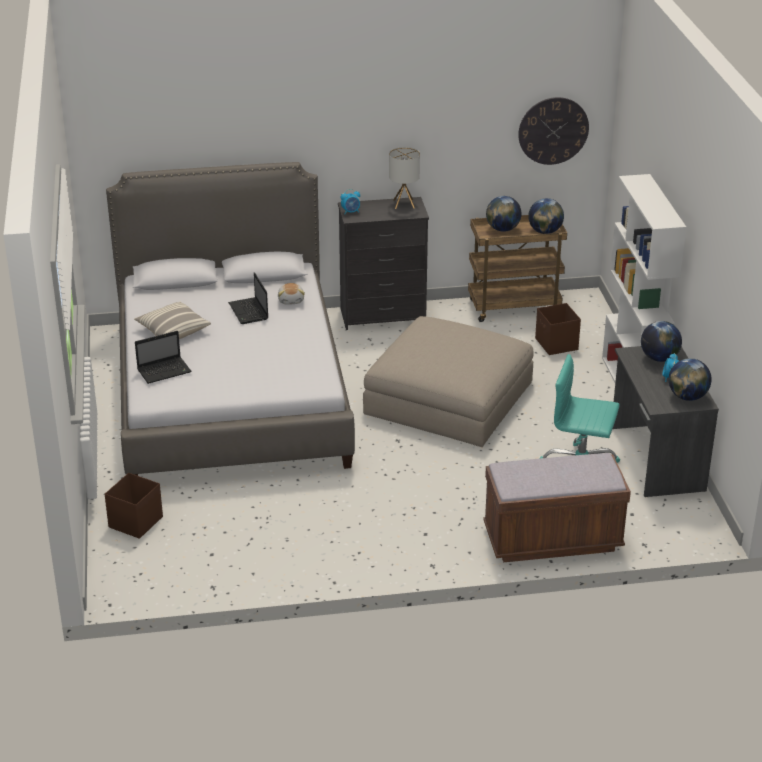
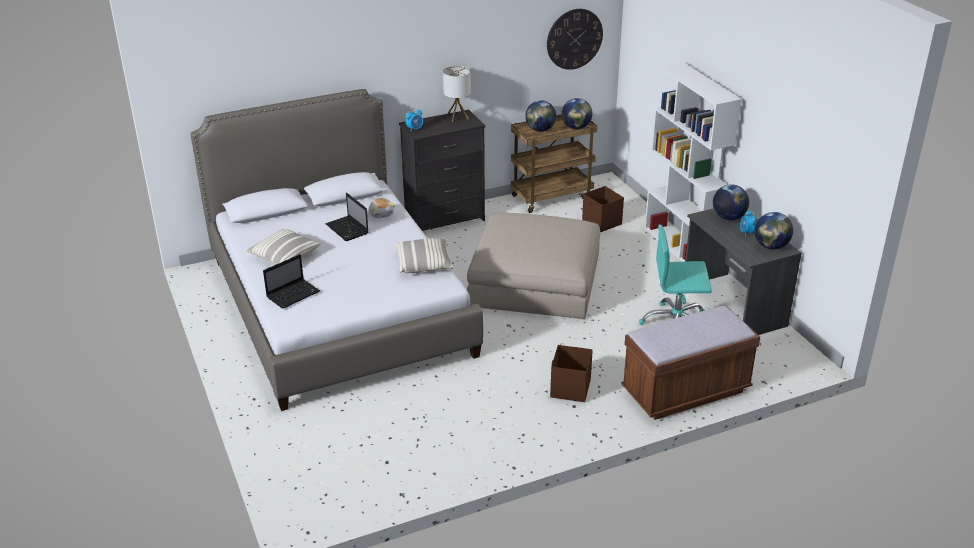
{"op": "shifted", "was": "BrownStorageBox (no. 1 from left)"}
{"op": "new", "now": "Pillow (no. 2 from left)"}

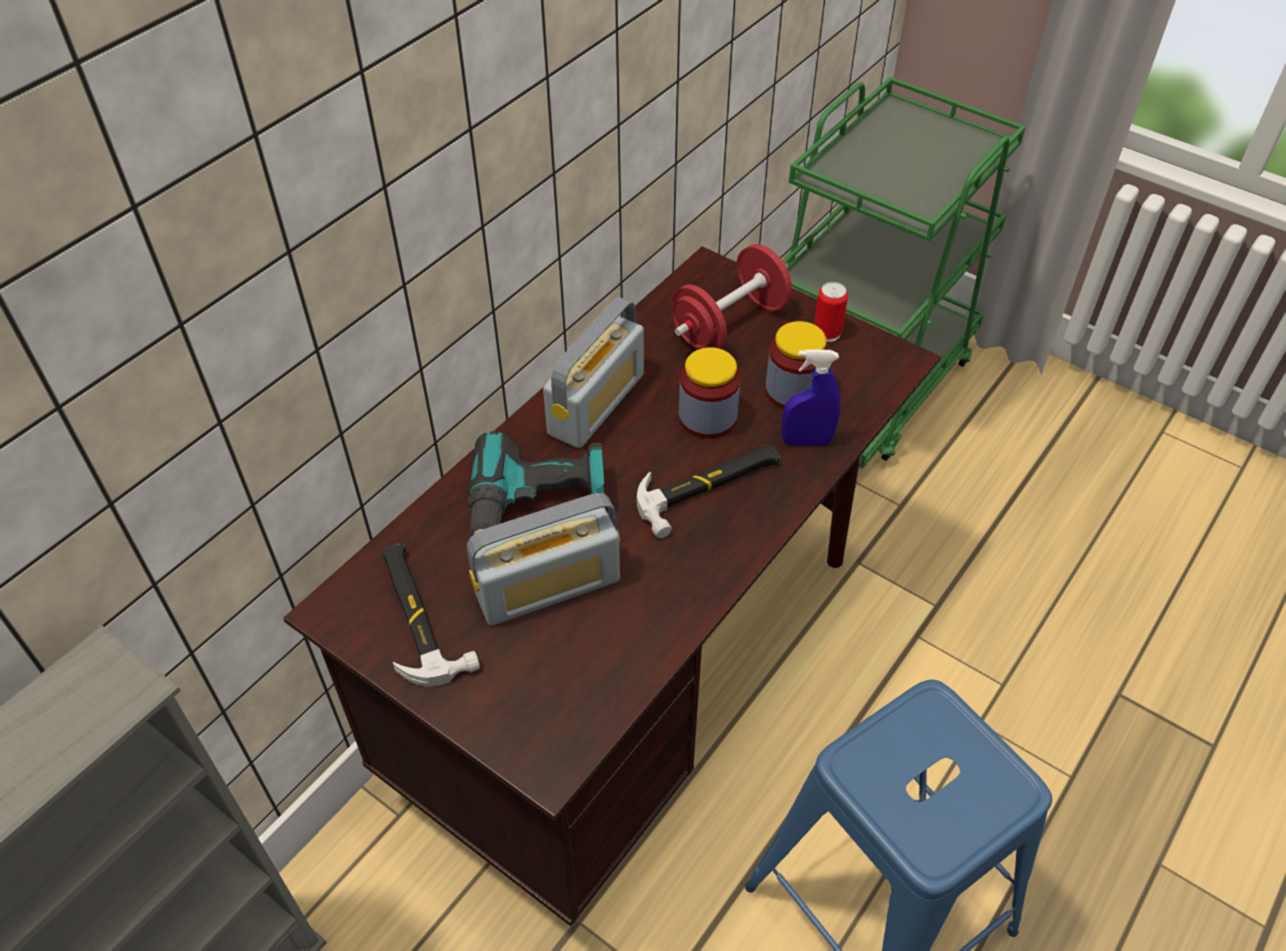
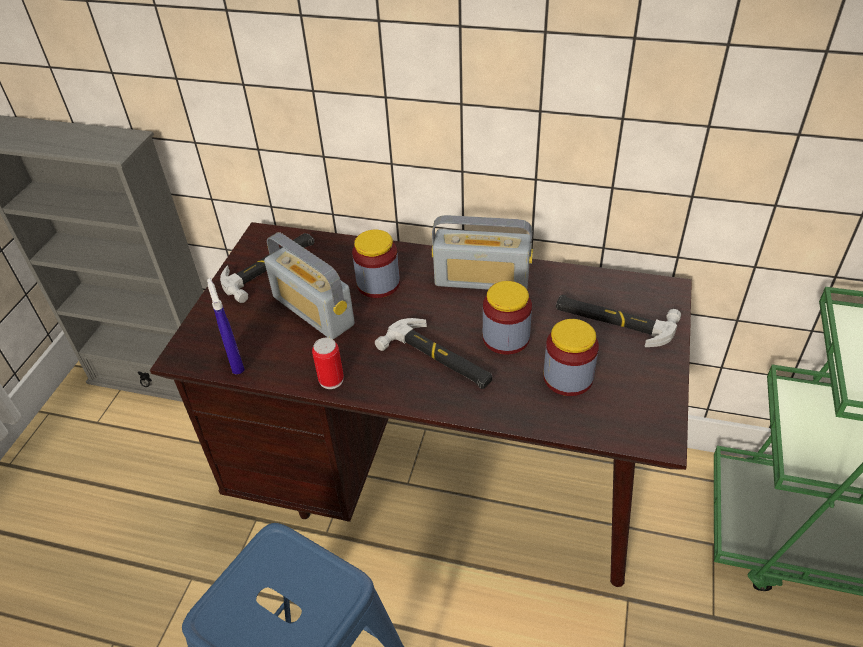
{"op": "swapped", "was": "RedDumbbell", "now": "Hammer (no. 3 from left)"}
{"op": "shifted", "was": "Can"}
{"op": "shifted", "was": "BlueSprayBottle"}
{"op": "swapped", "was": "PowerDrill", "now": "Jar (no. 1 from left)"}

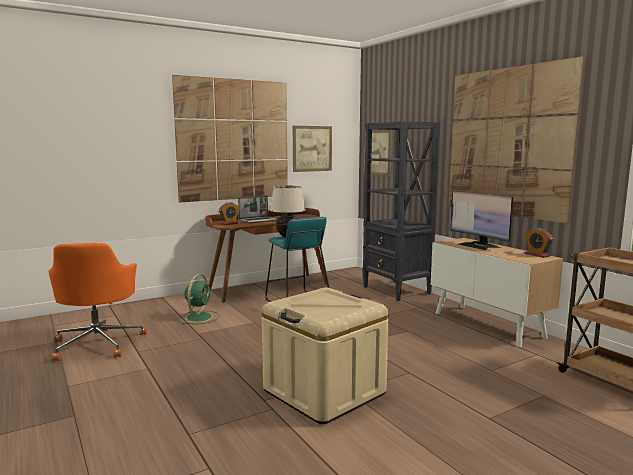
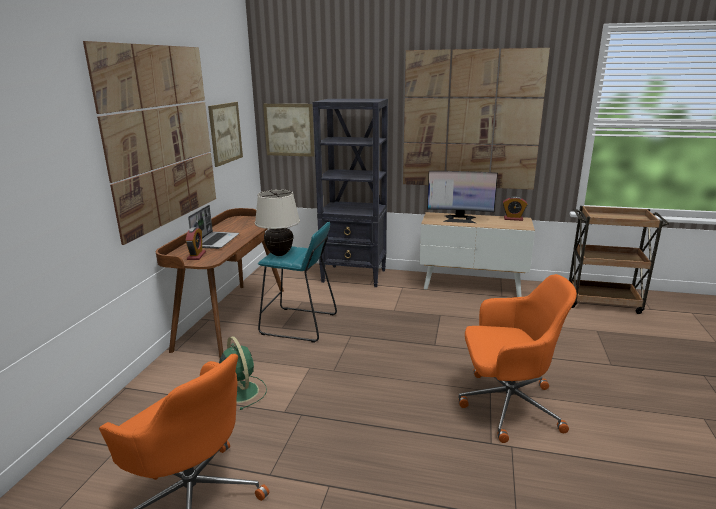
{"op": "swapped", "was": "BeigeStorageBox", "now": "OrangeOfficeChair (no. 2 from left)"}

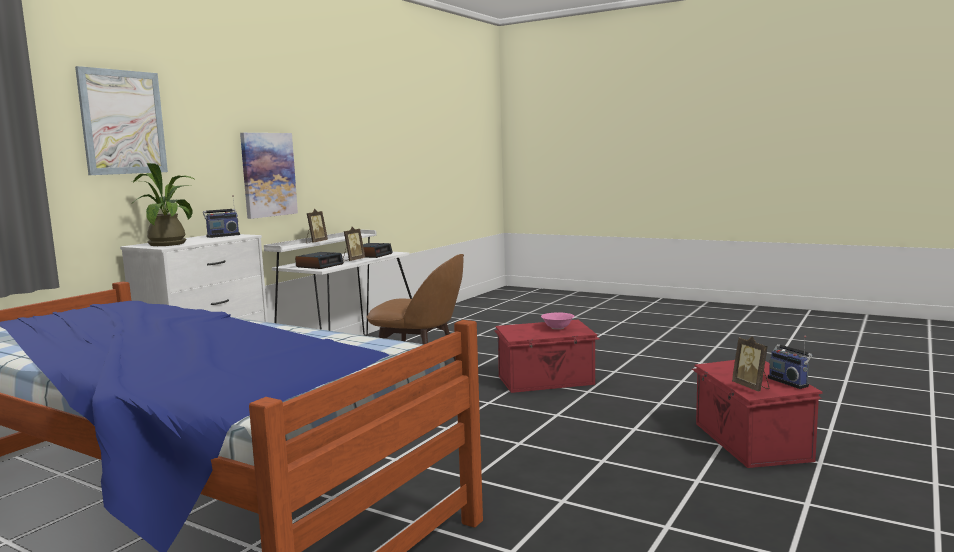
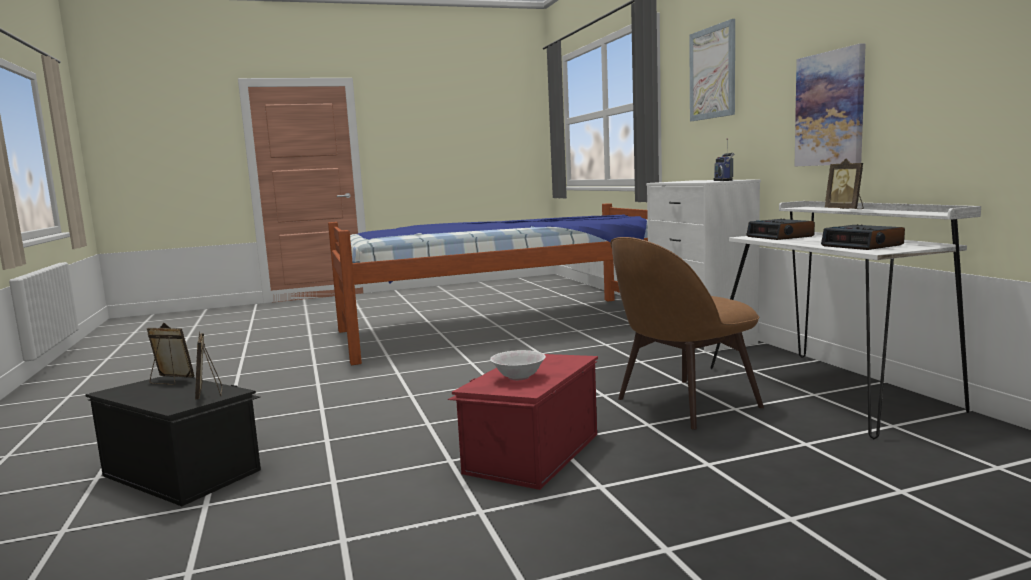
{"op": "gone", "was": "PottedPlant"}
{"op": "shifted", "was": "PictureFrame (no. 2 from left)"}
{"op": "repainted", "was": "PinkBowl", "now": "WhiteBowl"}
{"op": "gone", "was": "Radio (no. 2 from left)"}
{"op": "repainted", "was": "RedStorageBox (no. 2 from left)", "now": "BlackStorageBox"}

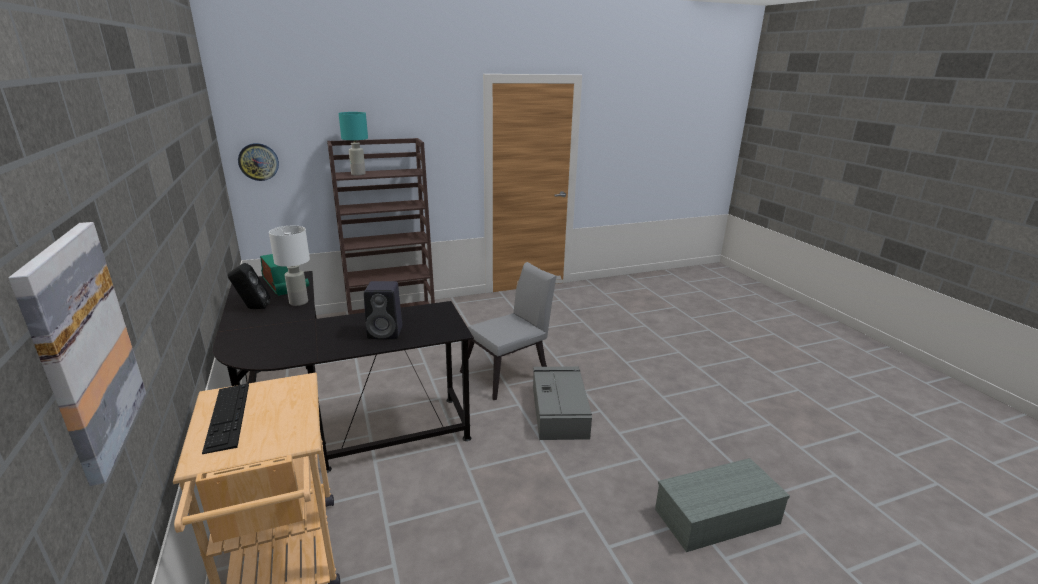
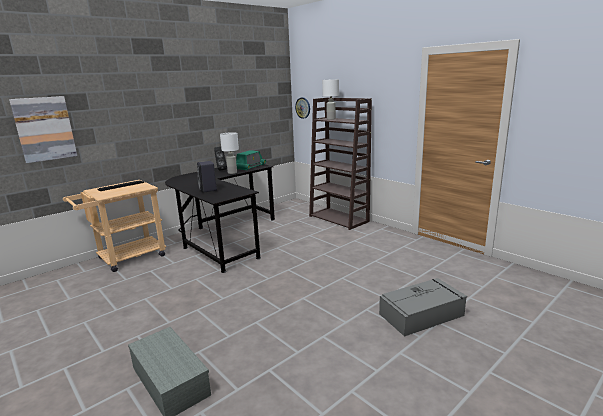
{"op": "repainted", "was": "TurquoiseTableLamp", "now": "WhiteTableLamp (no. 2 from left)"}
{"op": "gone", "was": "GreyChair"}
{"op": "shifted", "was": "GreyStorageBox (no. 1 from left in the first image)", "now": "GreyStorageBox (no. 2 from left)"}

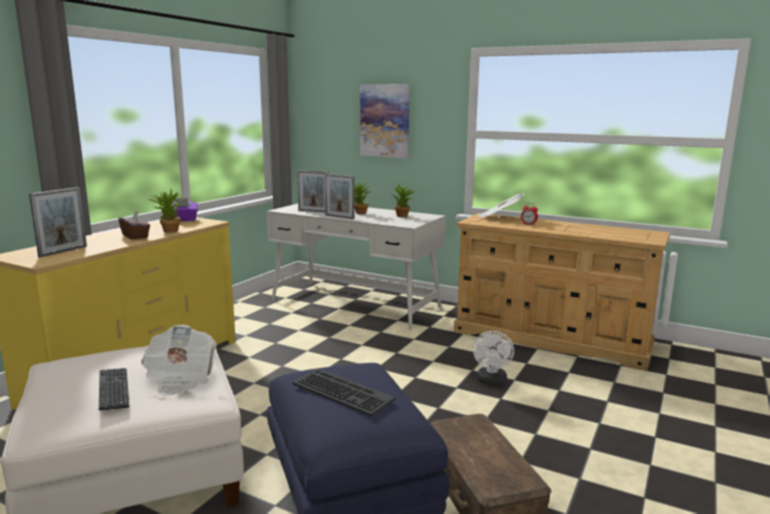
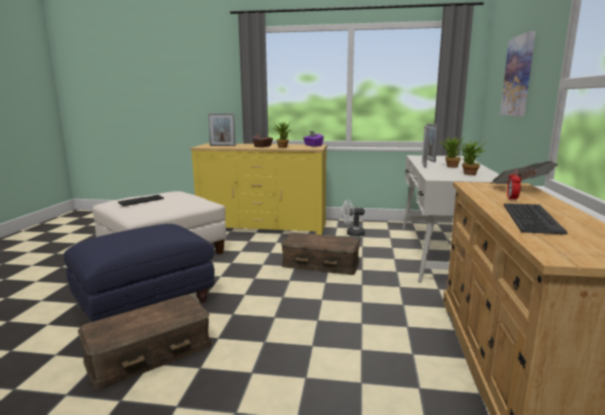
{"op": "gone", "was": "Newspaper (no. 1 from left)"}
{"op": "shifted", "was": "WhiteFan"}
{"op": "shifted", "was": "Keyboard (no. 2 from left)"}
{"op": "new", "now": "BrownStorageBox (no. 2 from left)"}

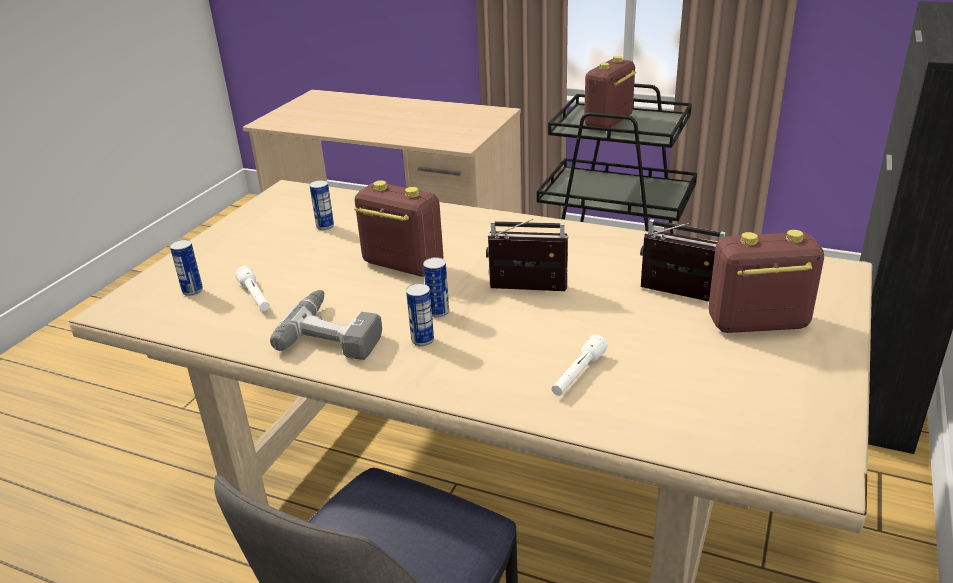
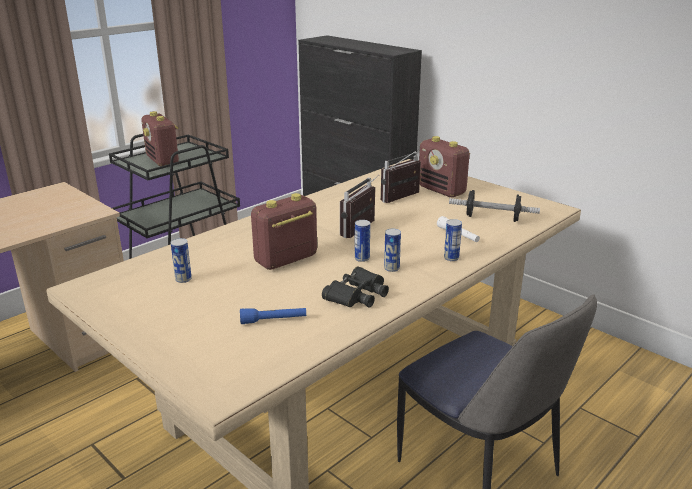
{"op": "rotated", "was": "Radio (no. 5 from left)", "clockwise": -60}
{"op": "shifted", "was": "Can (no. 1 from left in the first image)", "now": "Can (no. 4 from left)"}
{"op": "repainted", "was": "WhiteFlashlight (no. 1 from left)", "now": "BlueFlashlight"}
{"op": "swapped", "was": "PowerDrill", "now": "BlackBinoculars"}
{"op": "new", "now": "Dumbbell"}

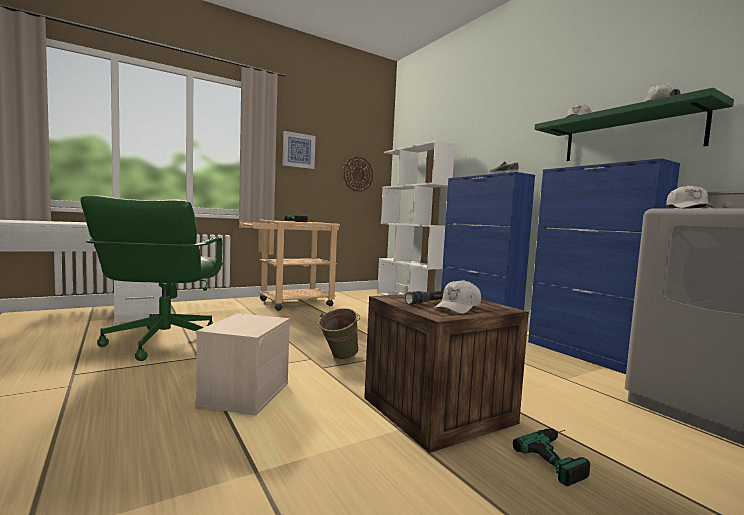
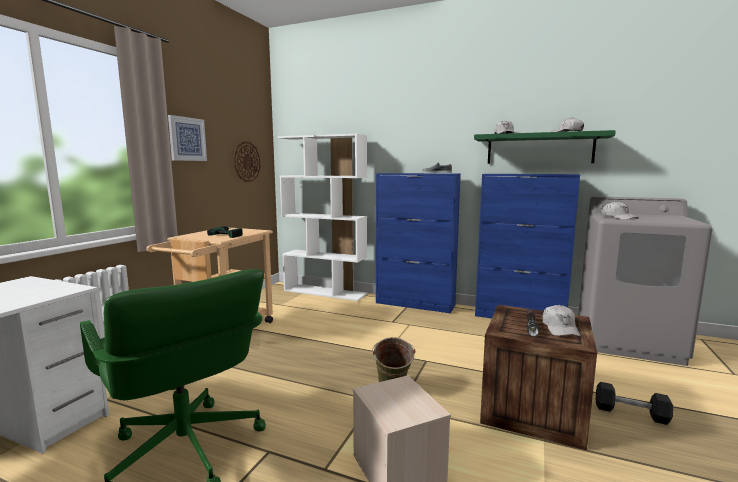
{"op": "swapped", "was": "PowerDrill (no. 2 from left)", "now": "BlackDumbbell"}

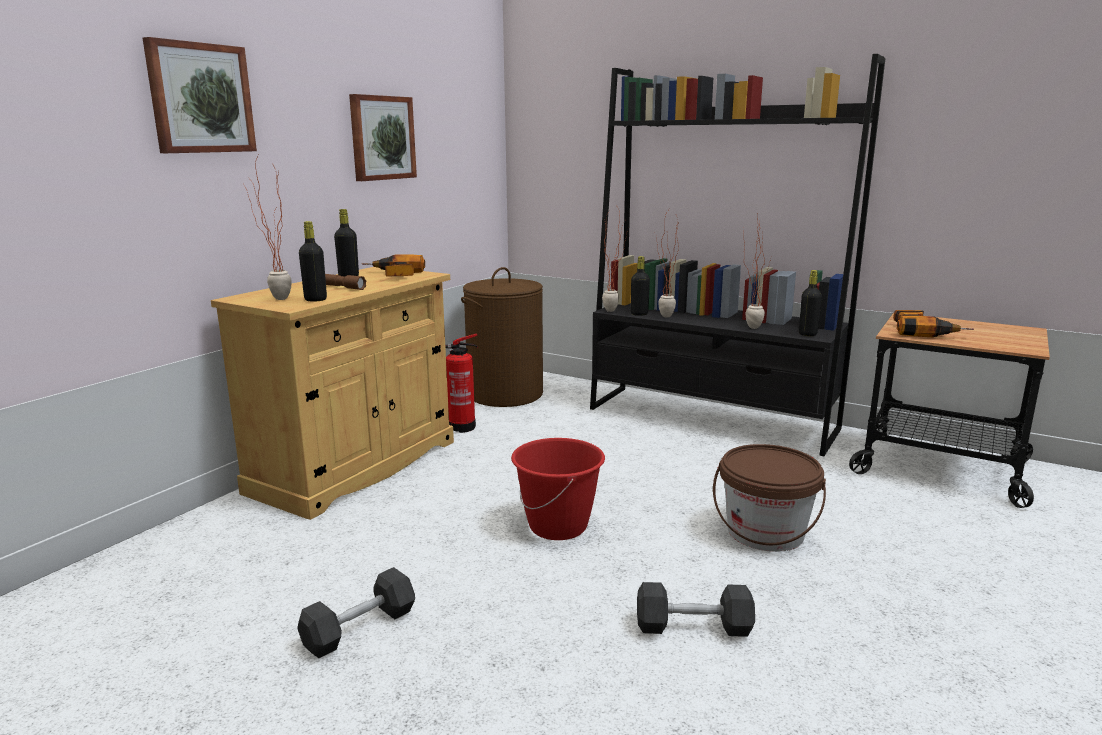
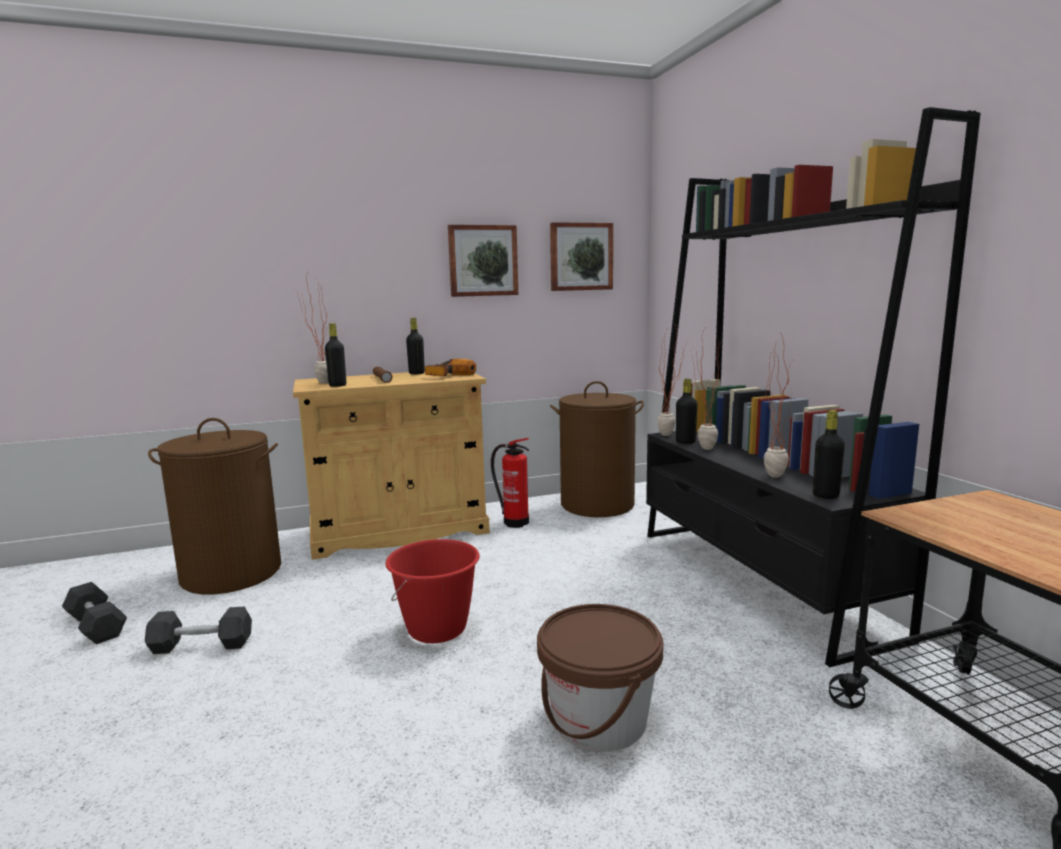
{"op": "shifted", "was": "Picture (no. 1 from left in the first image)", "now": "Picture (no. 2 from left)"}
{"op": "gone", "was": "PowerDrill (no. 2 from left)"}
{"op": "shifted", "was": "GreyDumbbell (no. 2 from left in the first image)", "now": "GreyDumbbell (no. 1 from left)"}
{"op": "new", "now": "BrownLaundryBasket (no. 1 from left)"}

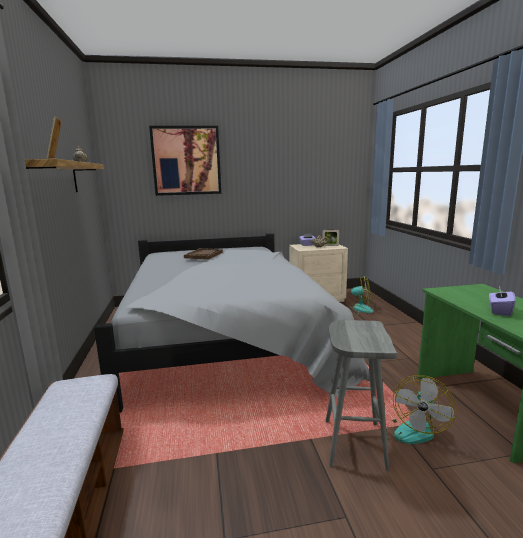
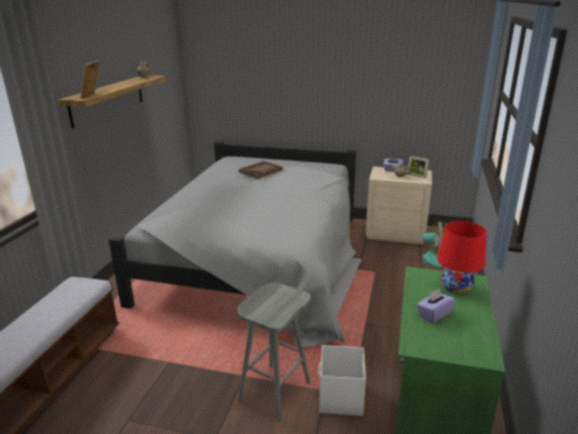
{"op": "gone", "was": "Picture"}
{"op": "swapped", "was": "Fan (no. 2 from left)", "now": "WhiteStorageBox"}
{"op": "new", "now": "RedTableLamp"}

